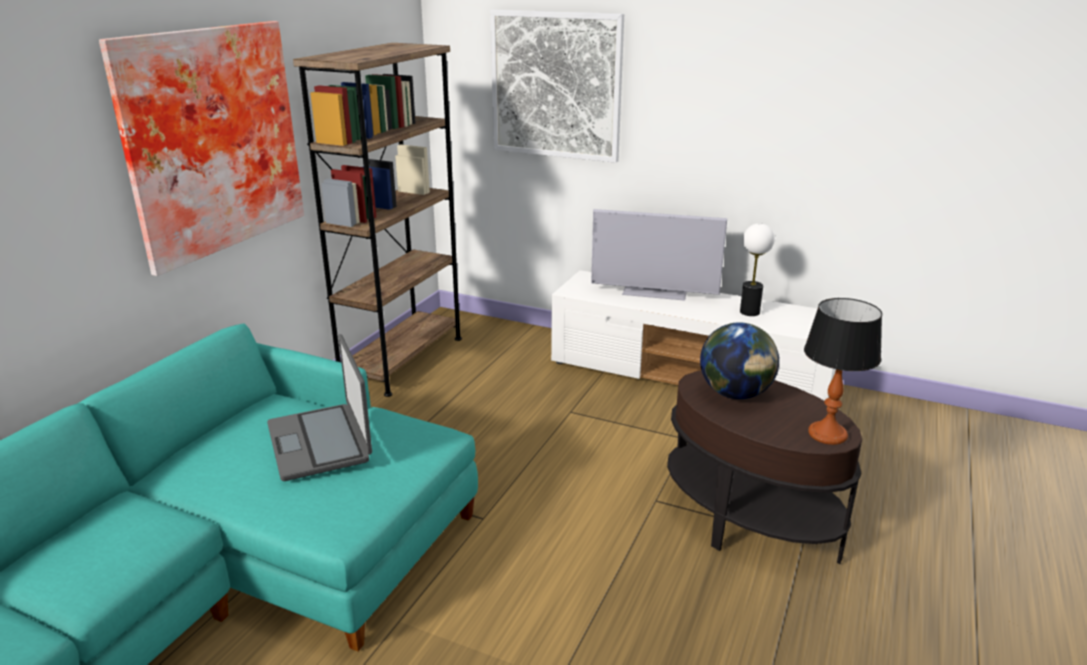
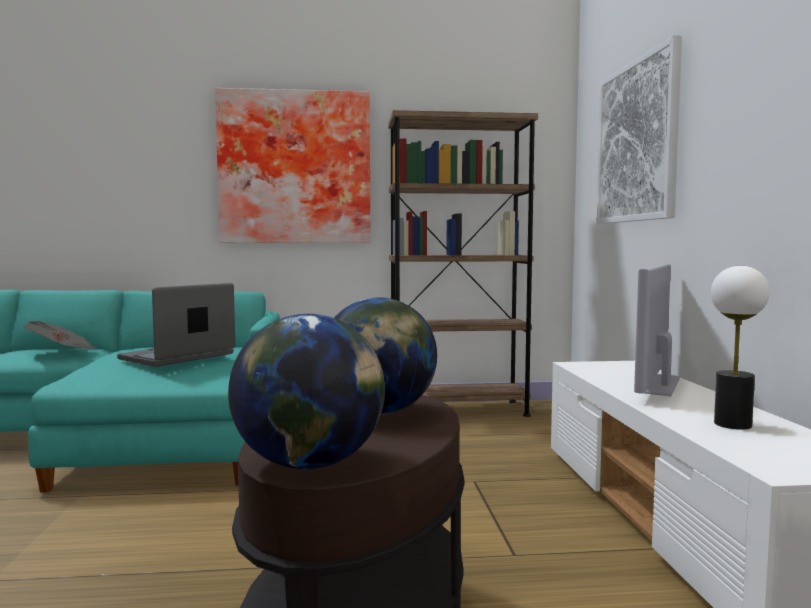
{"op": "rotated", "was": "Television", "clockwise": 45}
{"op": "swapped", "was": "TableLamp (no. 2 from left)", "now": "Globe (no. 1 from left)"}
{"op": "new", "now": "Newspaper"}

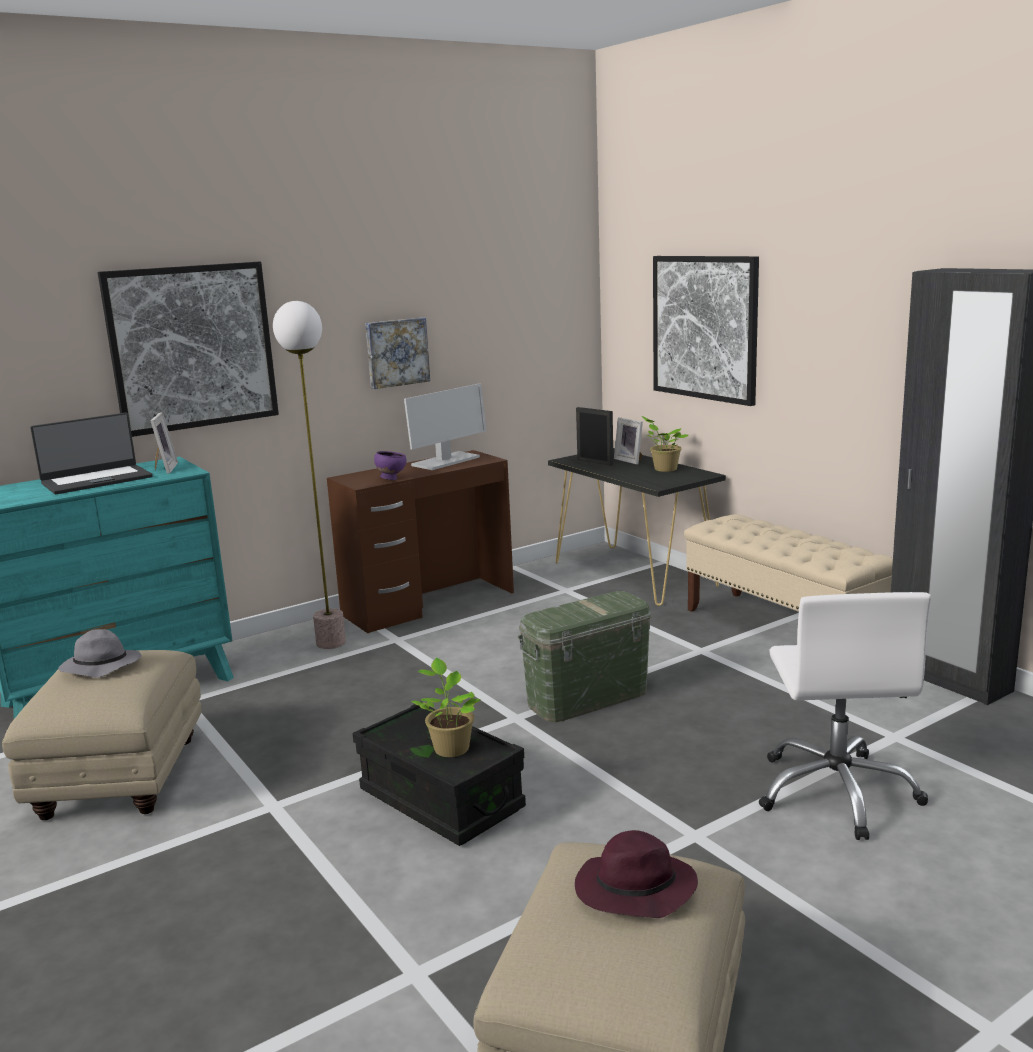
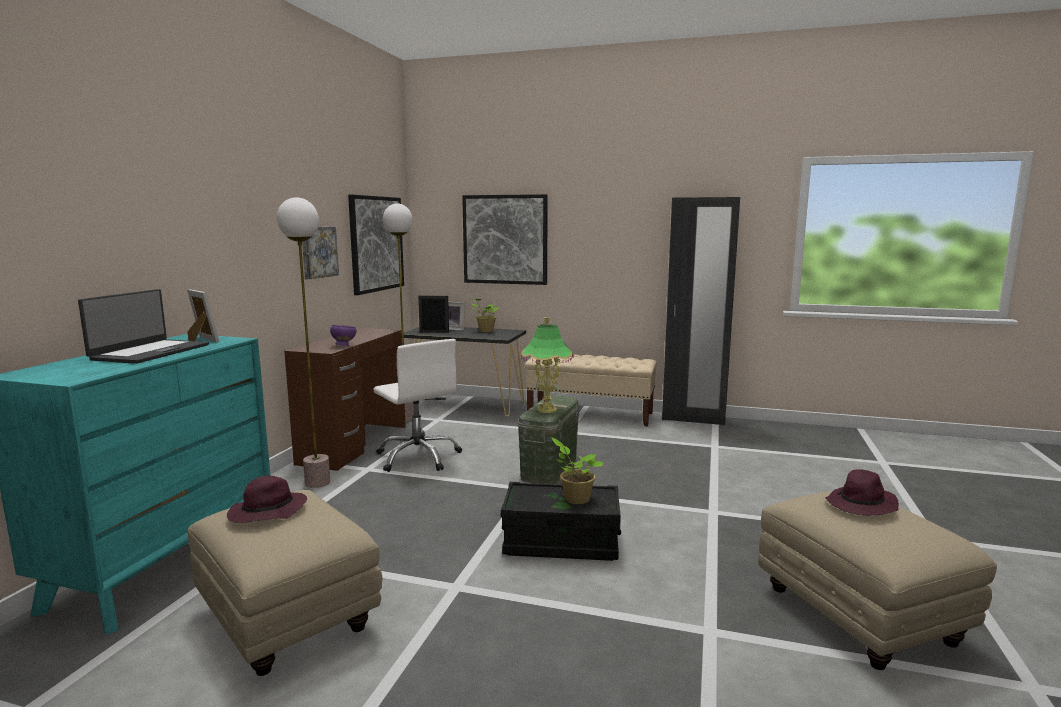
{"op": "shifted", "was": "Picture (no. 1 from left in the first image)", "now": "Picture (no. 2 from left)"}
{"op": "gone", "was": "Monitor"}
{"op": "shifted", "was": "WhiteOfficeChair"}
{"op": "repainted", "was": "GreyHat", "now": "PurpleHat (no. 1 from left)"}
{"op": "new", "now": "FloorLamp (no. 2 from left)"}
{"op": "new", "now": "TableLamp"}

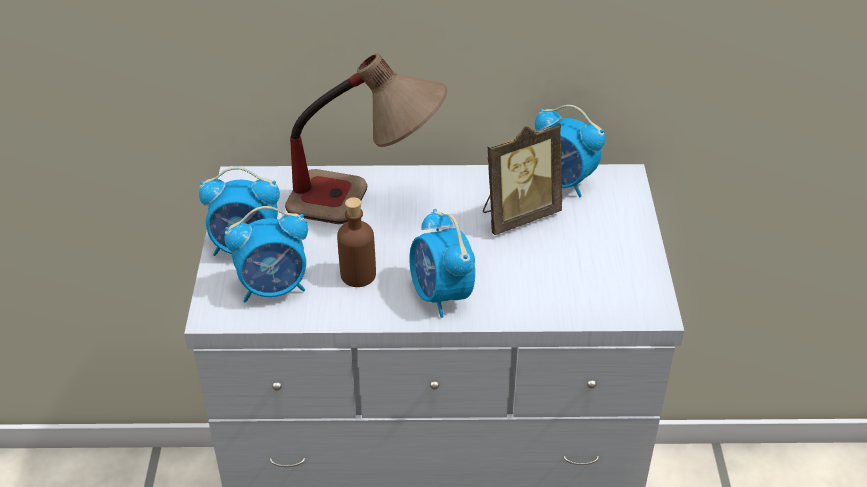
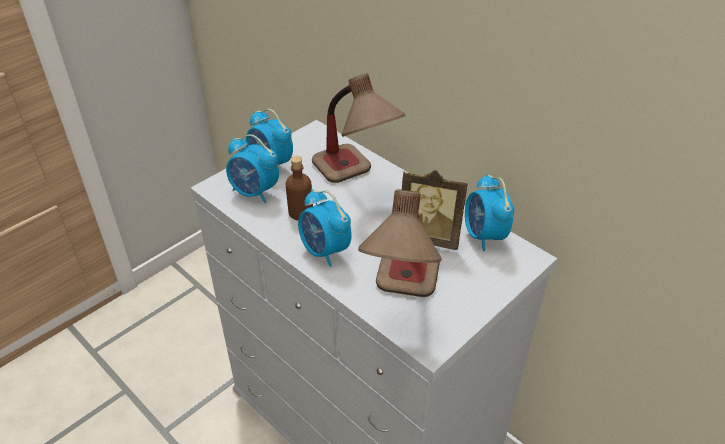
{"op": "rotated", "was": "AlarmClock (no. 3 from left)", "clockwise": -60}
{"op": "new", "now": "TableLamp (no. 2 from left)"}

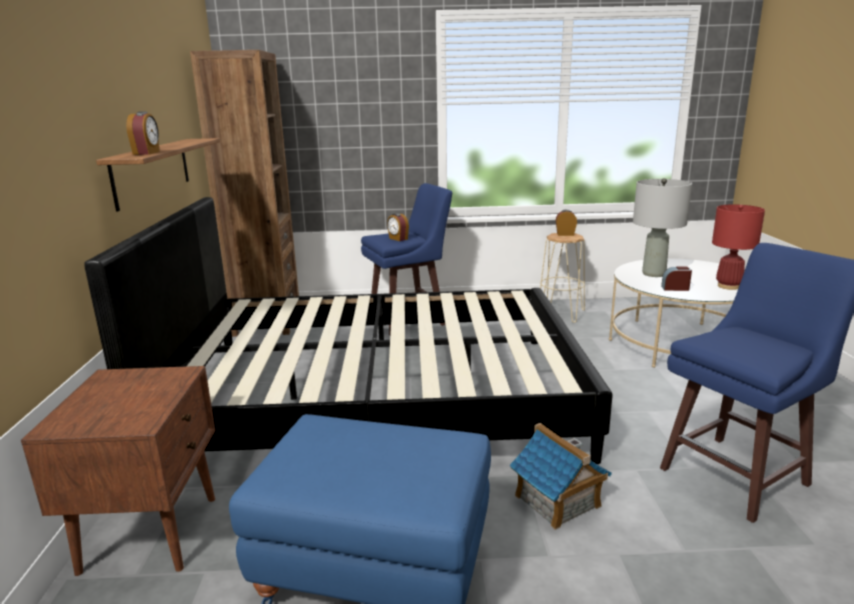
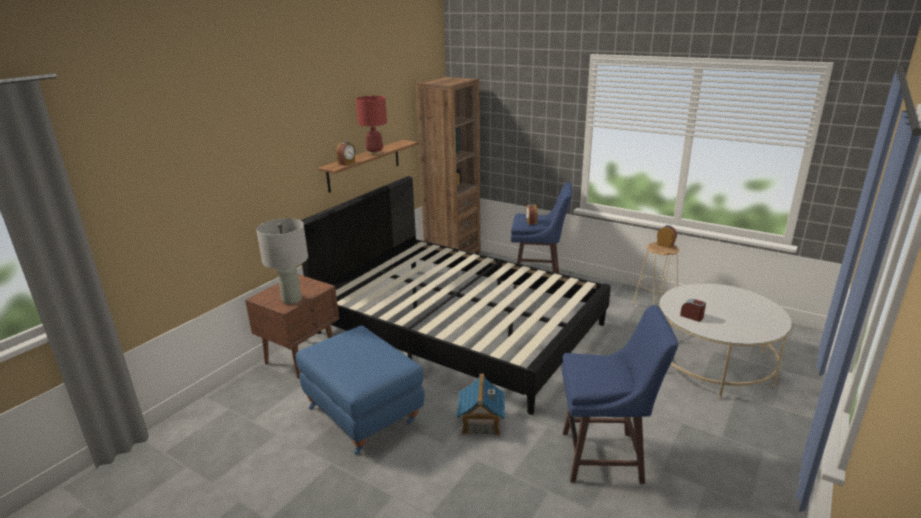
{"op": "shifted", "was": "GreyTableLamp"}
{"op": "shifted", "was": "RedTableLamp"}

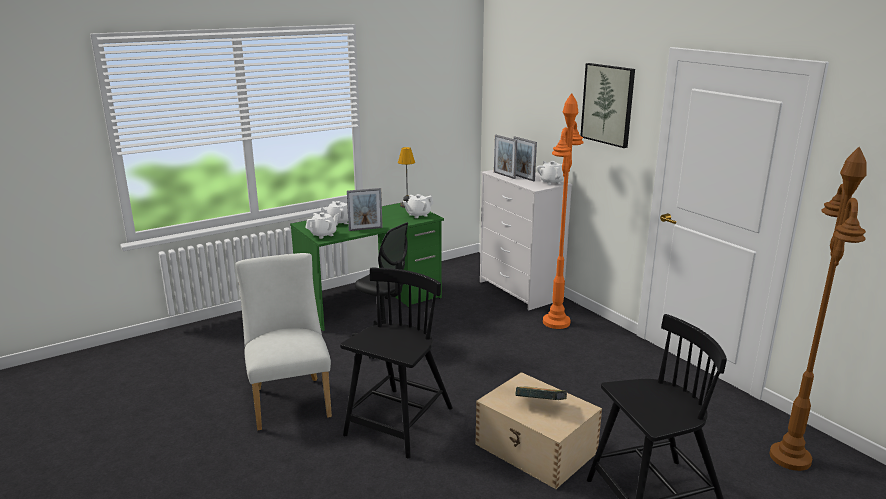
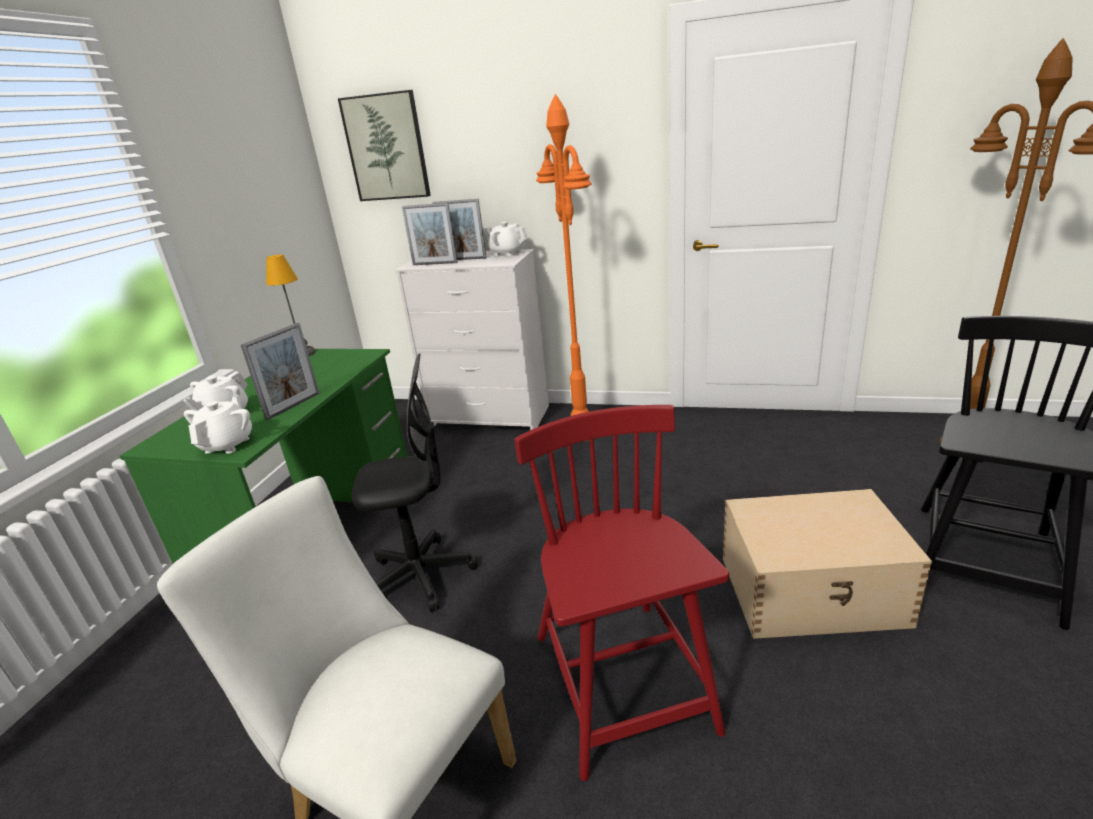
{"op": "shifted", "was": "Picture"}
{"op": "gone", "was": "WhiteTeapot (no. 3 from left)"}
{"op": "repainted", "was": "BlackChair (no. 1 from left)", "now": "RedChair"}
{"op": "gone", "was": "Book"}

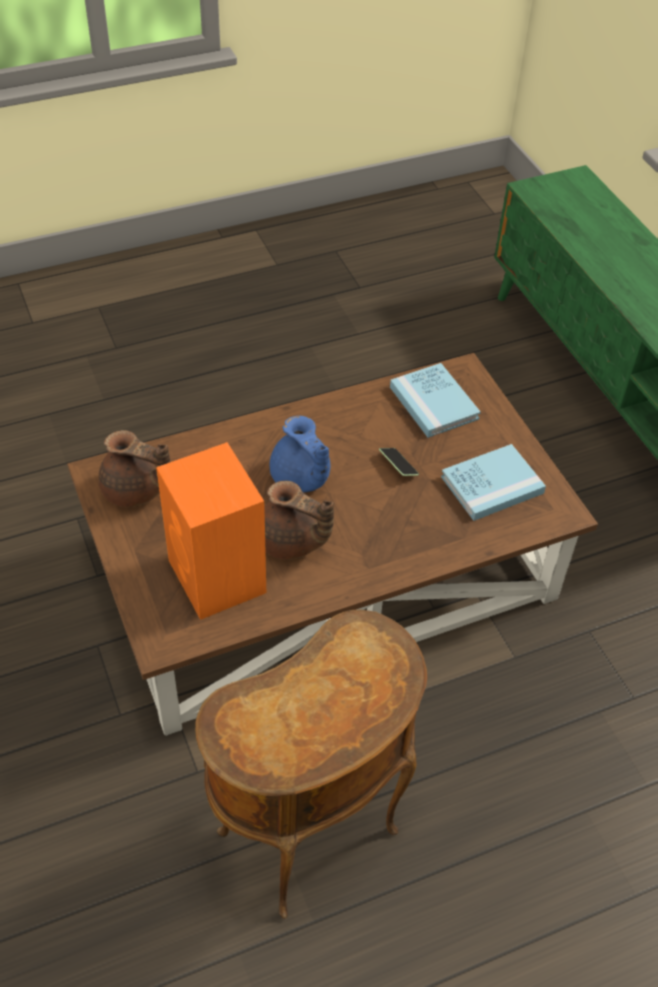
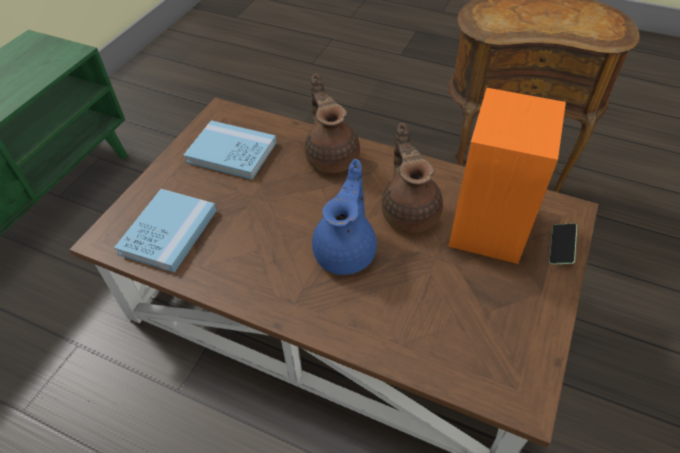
{"op": "shifted", "was": "BrownTeapot (no. 1 from left)"}
{"op": "shifted", "was": "Phone"}

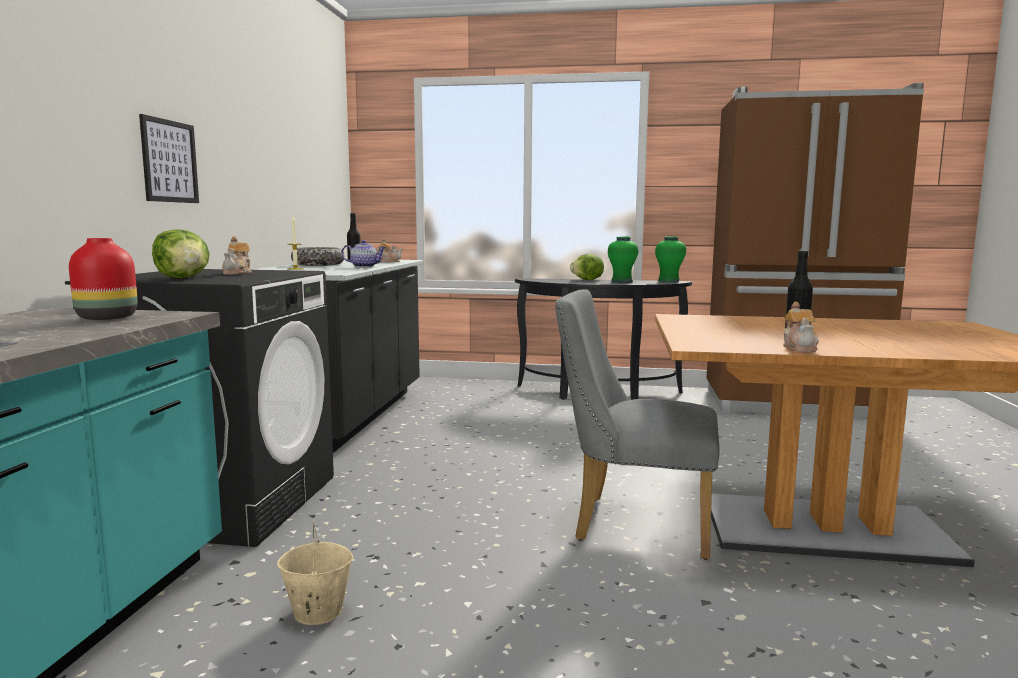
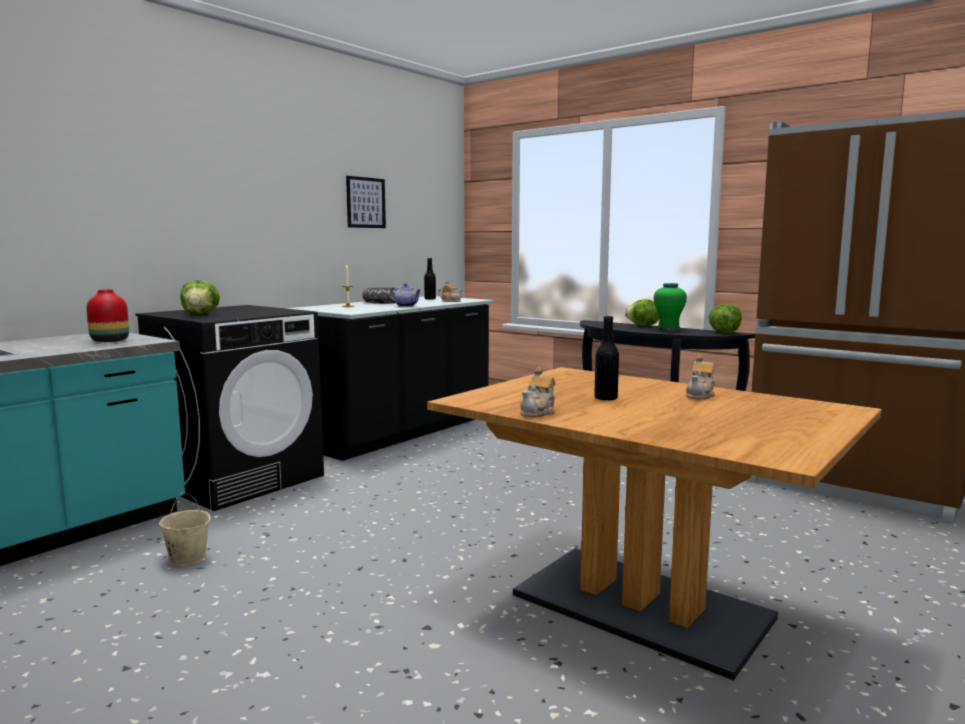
{"op": "shifted", "was": "Picture"}
{"op": "shifted", "was": "Teapot (no. 1 from left in the first image)", "now": "Teapot (no. 4 from left)"}
{"op": "swapped", "was": "GreenVase (no. 2 from left)", "now": "Lettuce (no. 3 from left)"}
{"op": "gone", "was": "GreyChair"}

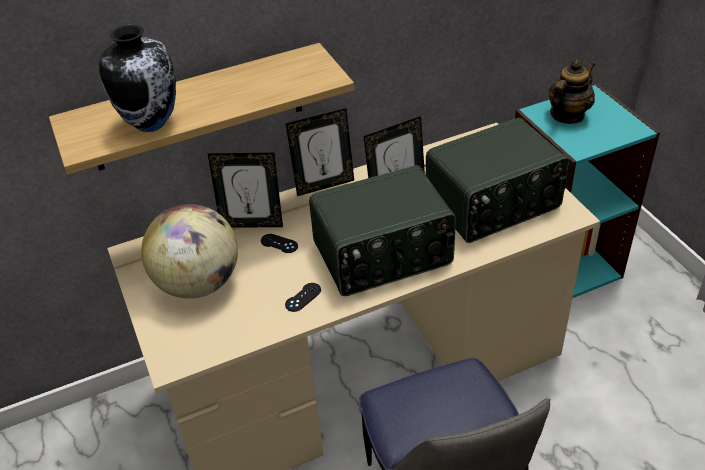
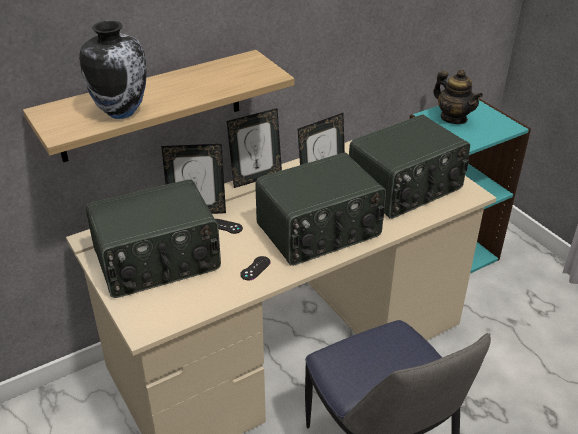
{"op": "rotated", "was": "Teapot", "clockwise": 105}
{"op": "swapped", "was": "Globe", "now": "Radio (no. 1 from left)"}

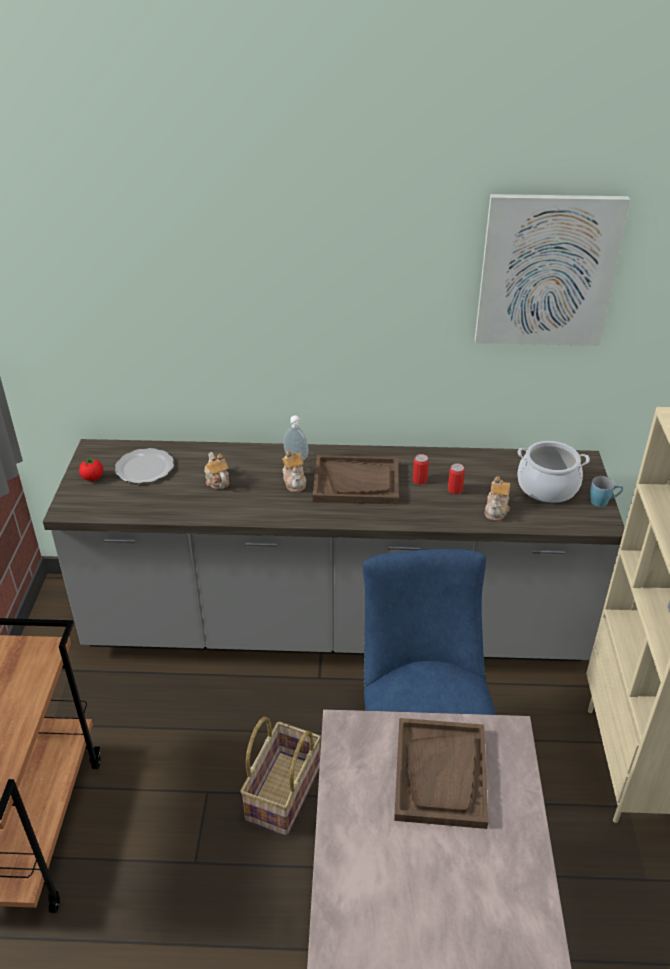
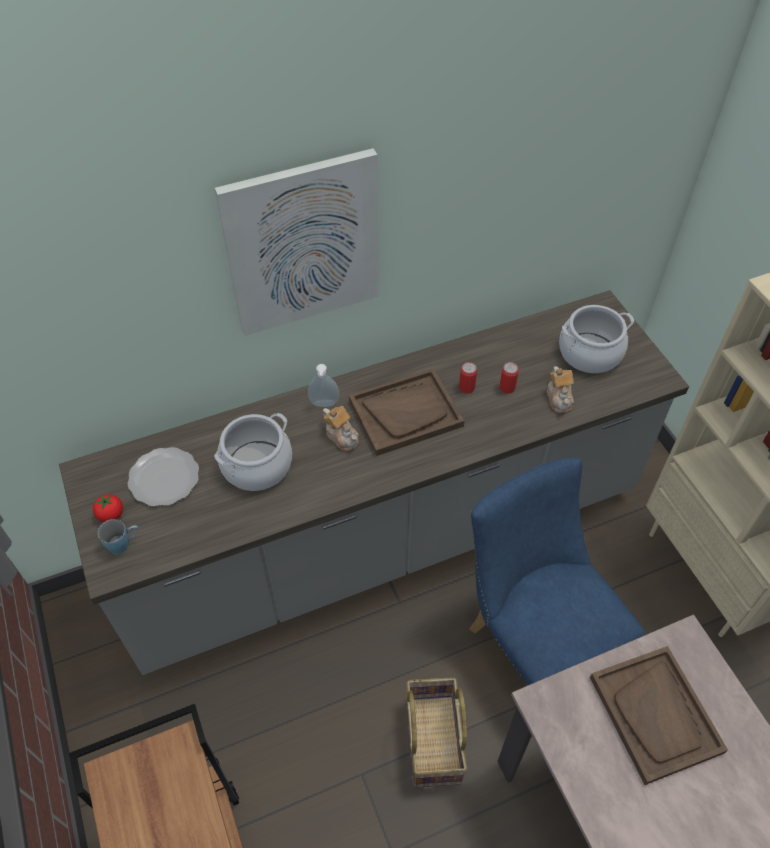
{"op": "shifted", "was": "Picture"}
{"op": "swapped", "was": "Teapot (no. 1 from left)", "now": "CookingPot (no. 1 from left)"}
{"op": "shifted", "was": "BlueMug"}

